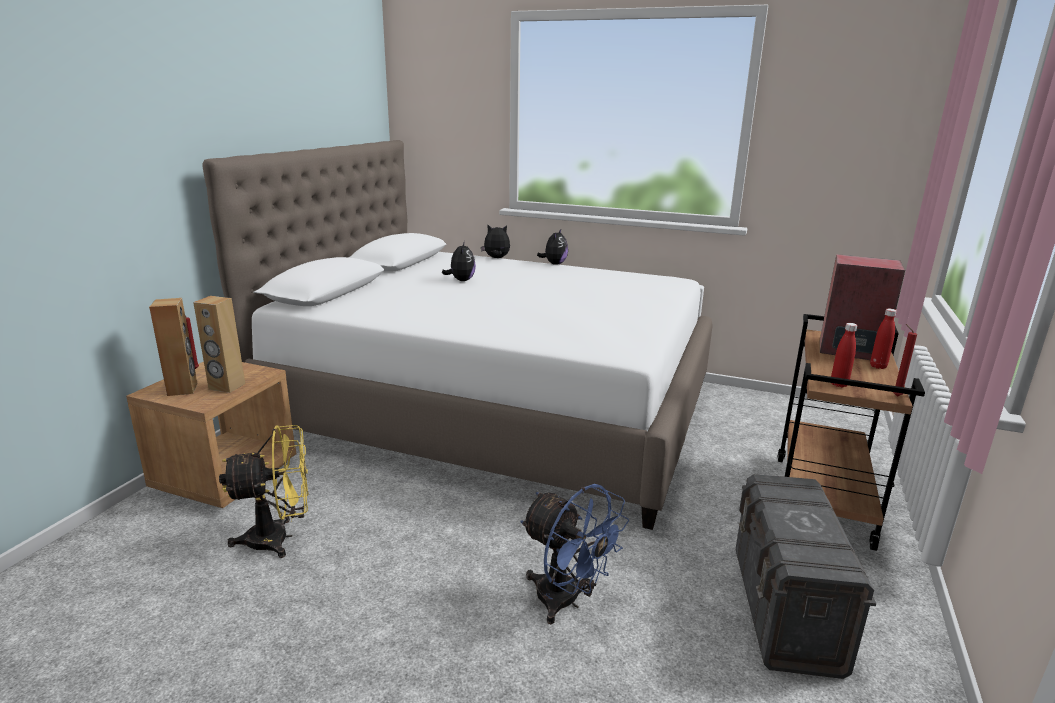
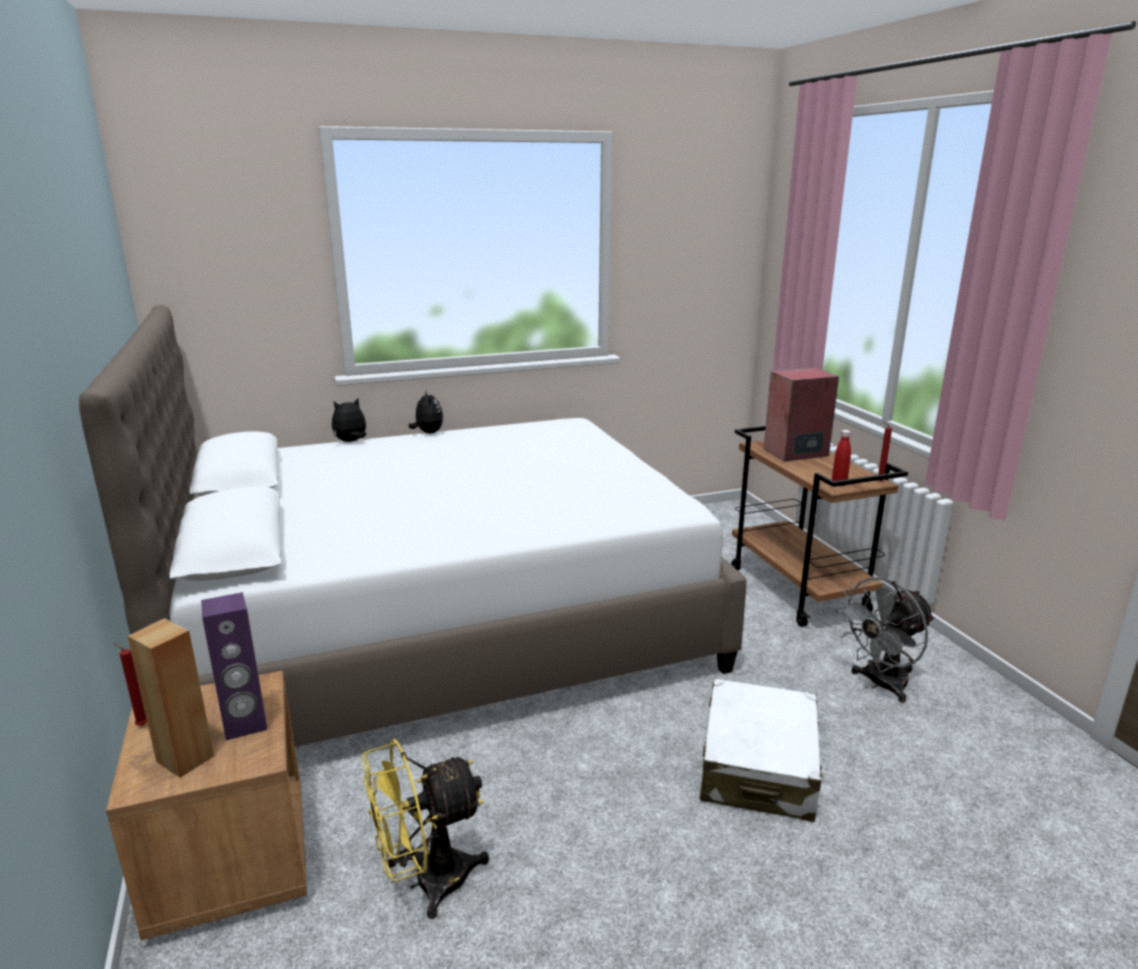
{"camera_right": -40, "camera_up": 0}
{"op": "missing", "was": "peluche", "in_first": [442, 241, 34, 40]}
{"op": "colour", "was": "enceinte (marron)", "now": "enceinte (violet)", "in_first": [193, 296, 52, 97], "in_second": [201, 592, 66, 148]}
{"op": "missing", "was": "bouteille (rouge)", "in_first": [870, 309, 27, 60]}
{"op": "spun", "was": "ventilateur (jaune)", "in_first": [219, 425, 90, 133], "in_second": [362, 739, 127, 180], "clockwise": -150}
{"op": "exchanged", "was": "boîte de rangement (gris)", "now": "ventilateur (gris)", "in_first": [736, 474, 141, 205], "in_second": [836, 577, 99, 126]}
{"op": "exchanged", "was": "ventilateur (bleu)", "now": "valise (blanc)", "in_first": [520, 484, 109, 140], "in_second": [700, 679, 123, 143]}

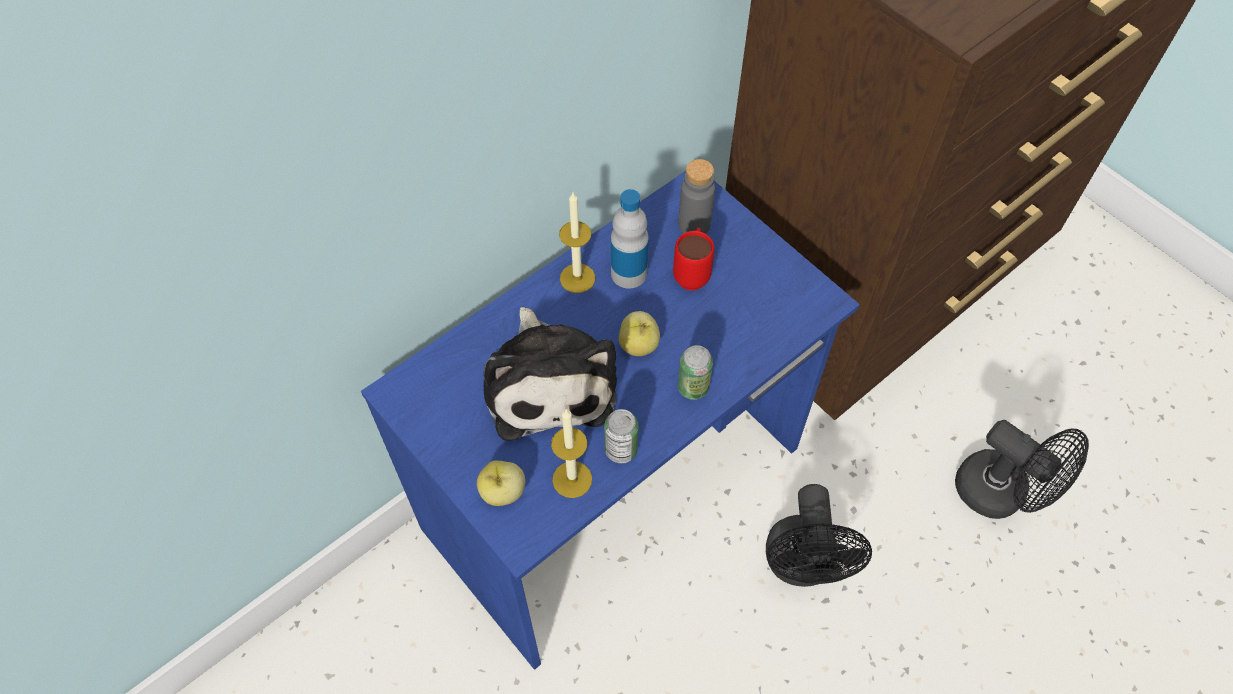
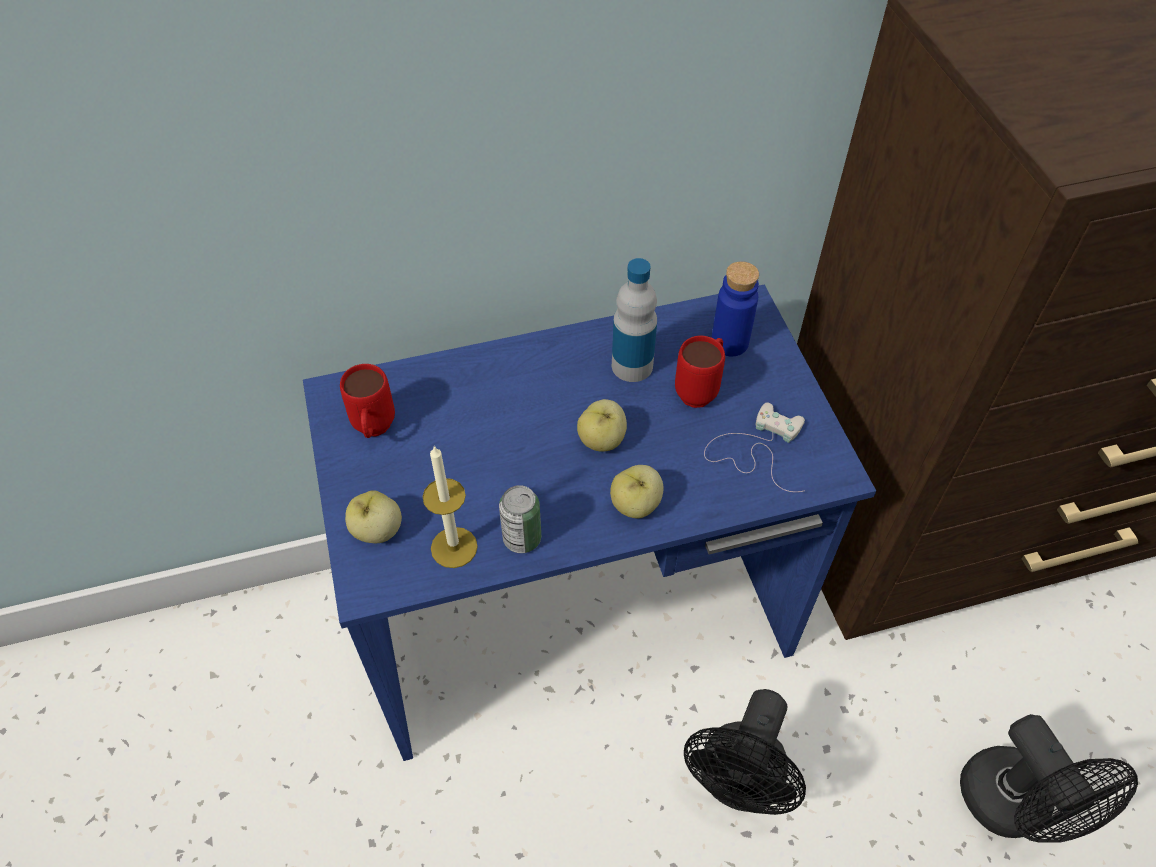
{"camera_right": 25, "camera_up": -5}
{"op": "colour", "was": "bouteille (gris)", "now": "bouteille (bleu)", "in_first": [678, 159, 37, 75], "in_second": [712, 261, 47, 95]}
{"op": "missing", "was": "bougie", "in_first": [559, 193, 36, 100]}
{"op": "missing", "was": "peluche", "in_first": [483, 307, 134, 134]}
{"op": "exchanged", "was": "boîte métallique", "now": "pomme", "in_first": [678, 345, 35, 55], "in_second": [610, 465, 53, 53]}
{"op": "appeared", "now": "mug (rouge)", "in_second": [340, 364, 55, 74]}
{"op": "appeared", "now": "manette (blanc)", "in_second": [704, 403, 101, 89]}

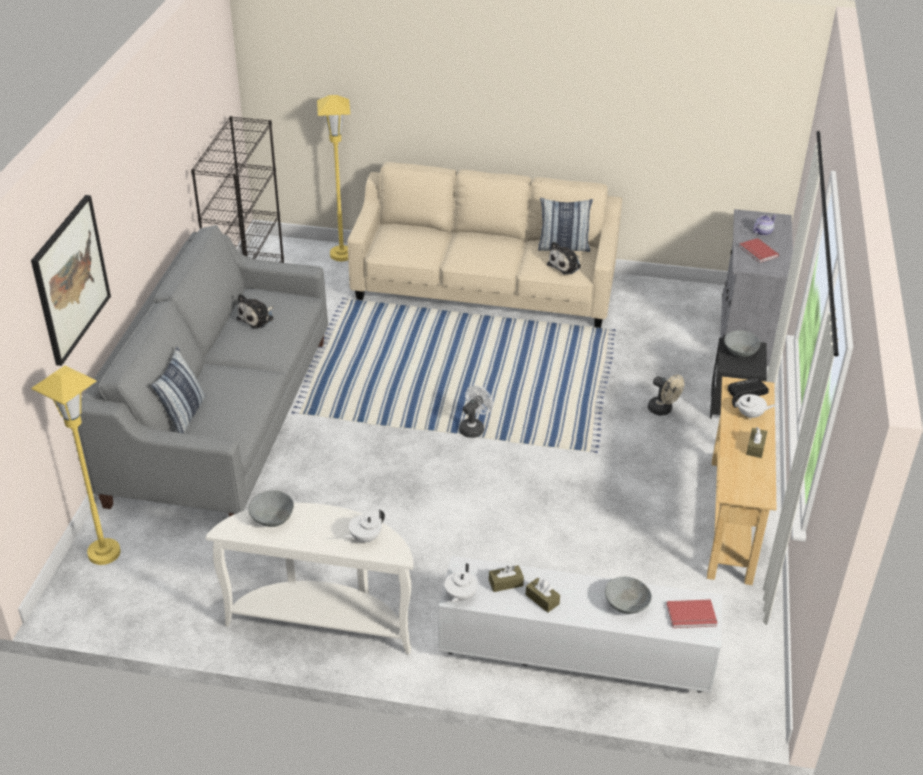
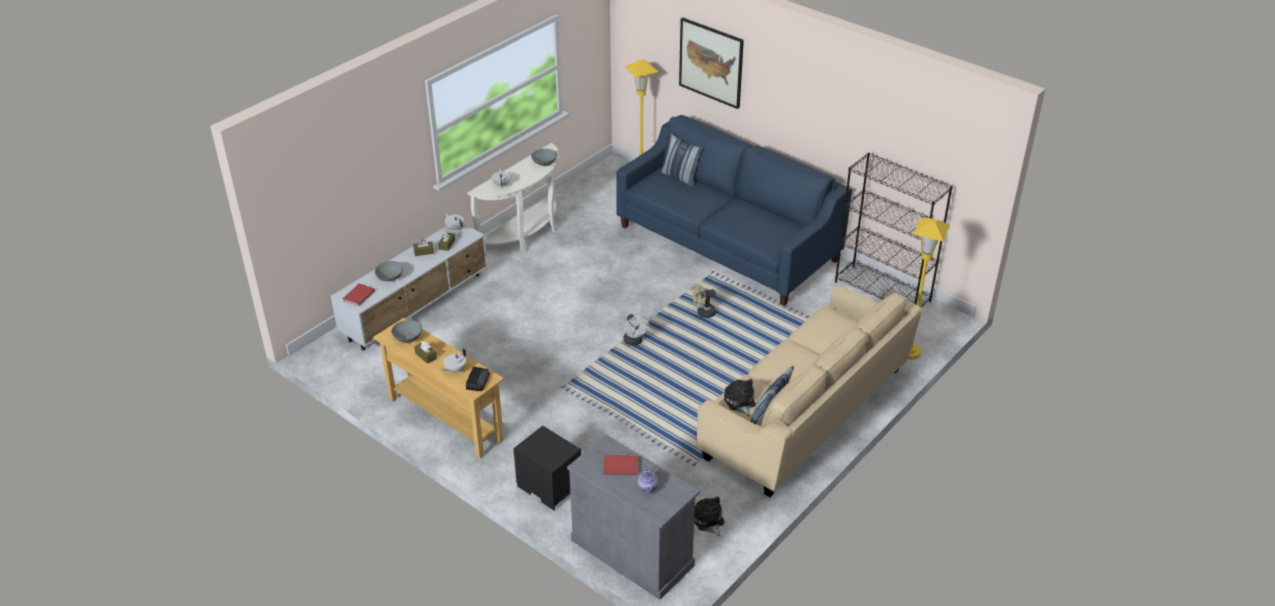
{"camera_right": 120, "camera_up": 0}
{"op": "colour", "was": "canapé (gris)", "now": "canapé (bleu)", "in_first": [78, 225, 250, 291], "in_second": [617, 115, 235, 191]}
{"op": "relocated", "was": "peluche", "in_first": [236, 294, 38, 35], "in_second": [694, 496, 31, 41]}
{"op": "relocated", "was": "bol (gris)", "in_first": [724, 330, 36, 27], "in_second": [391, 320, 31, 23]}
{"op": "relocated", "was": "ventilateur (beige)", "in_first": [648, 375, 36, 41], "in_second": [692, 283, 24, 35]}

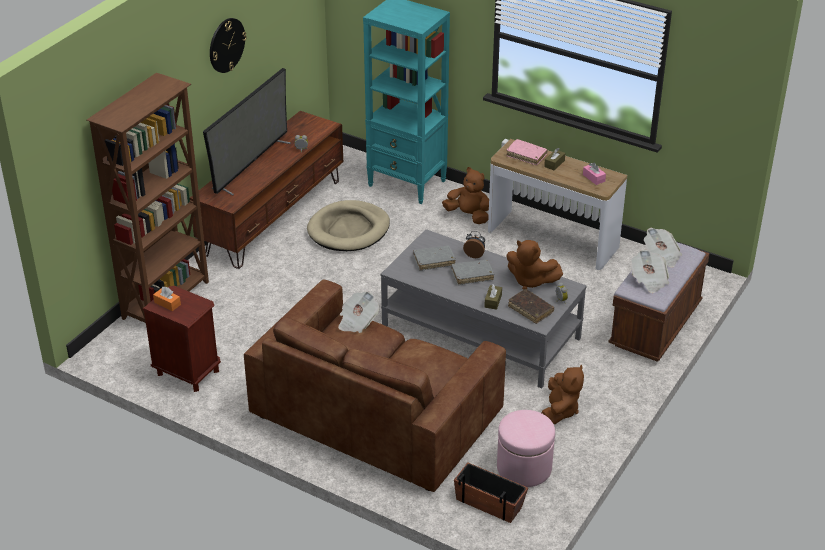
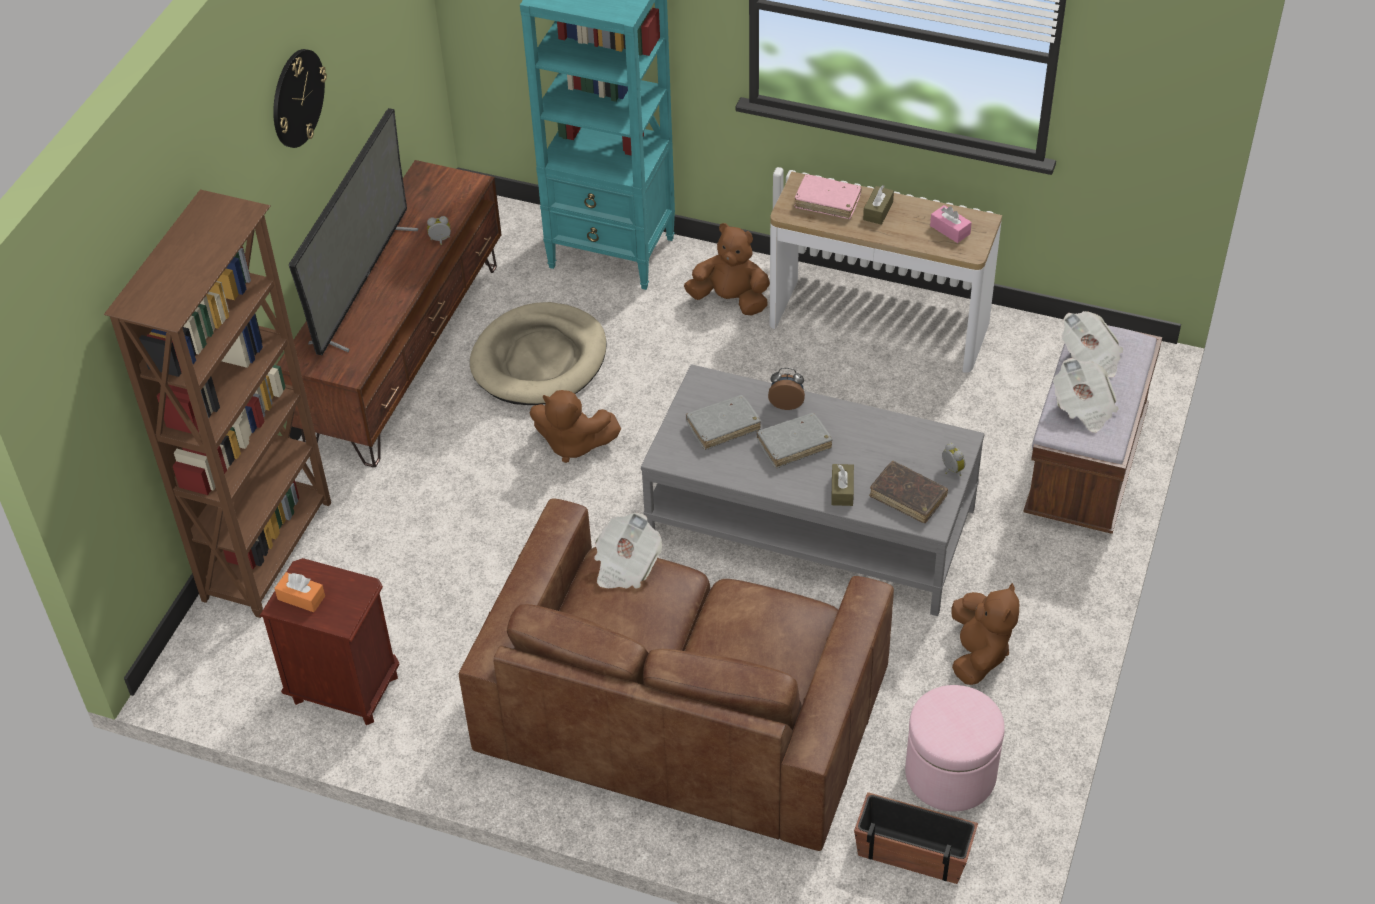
{"camera_right": -10, "camera_up": 10}
{"op": "relocated", "was": "peluche (marron)", "in_first": [506, 240, 57, 50], "in_second": [529, 390, 92, 73]}

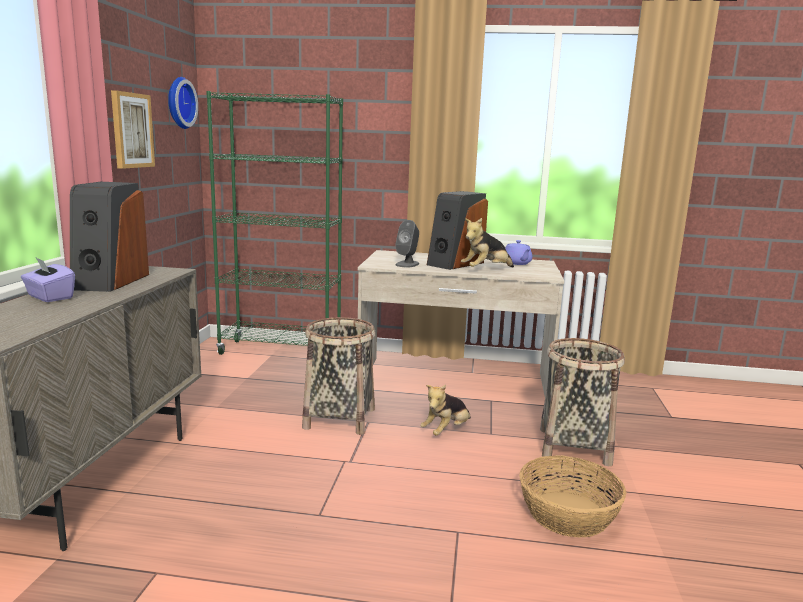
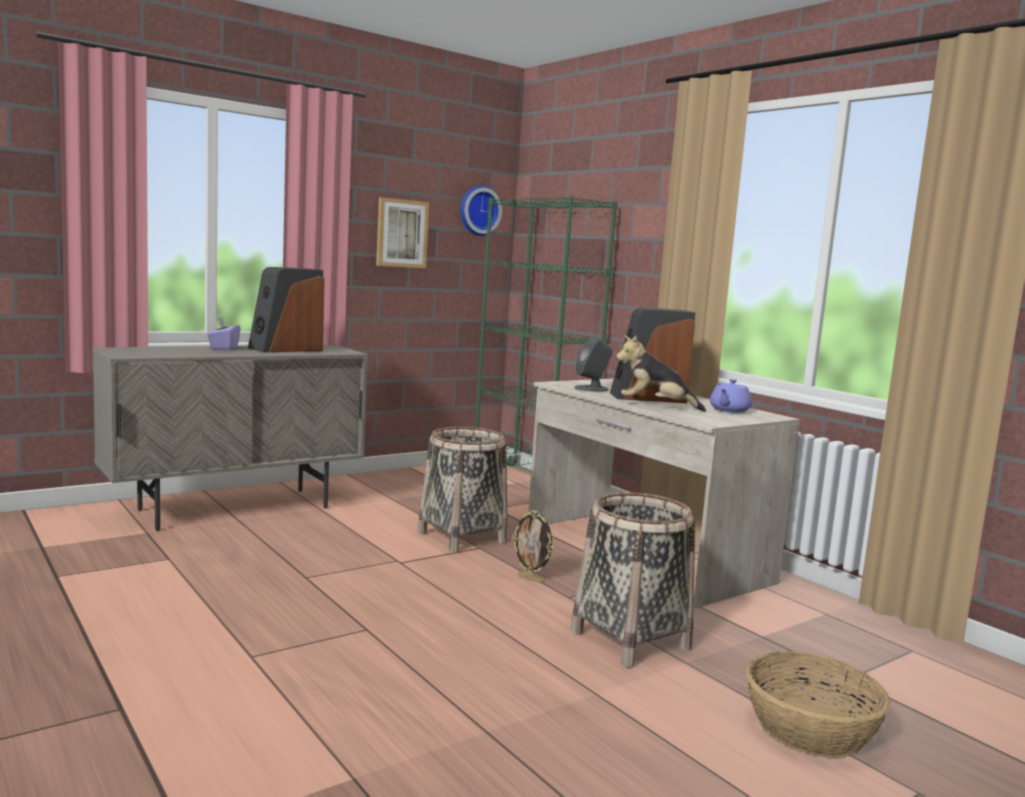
{"camera_right": 45, "camera_up": -5}
{"op": "exchanged", "was": "peluche", "now": "cadre photo", "in_first": [420, 384, 51, 51], "in_second": [512, 510, 42, 72]}
{"op": "relocated", "was": "panier", "in_first": [519, 455, 108, 83], "in_second": [746, 651, 144, 107]}

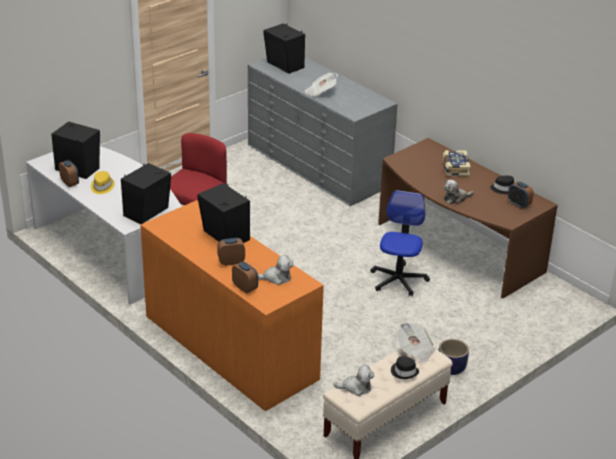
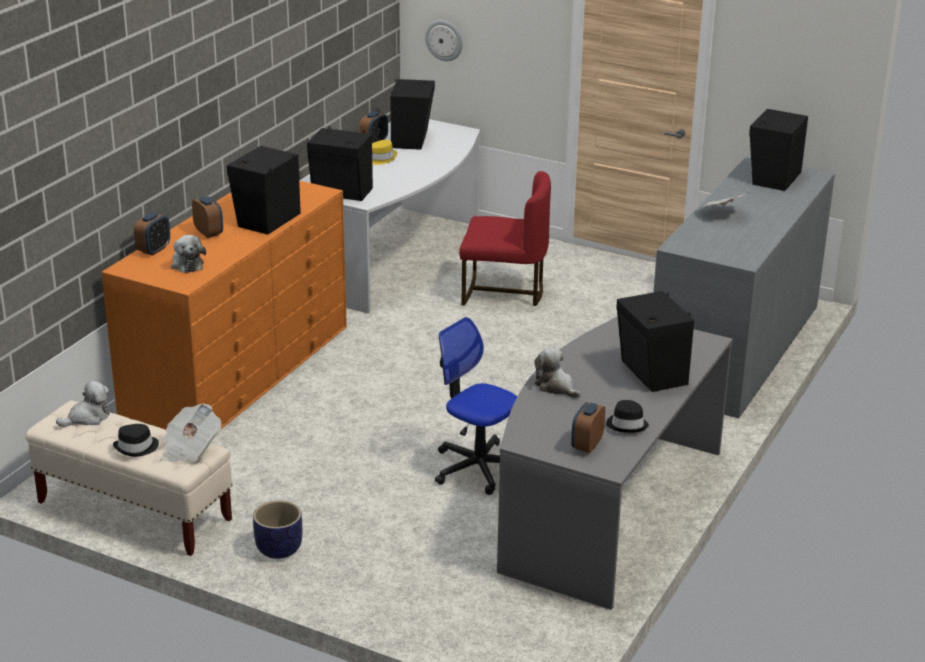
{"camera_right": 70, "camera_up": -5}
{"op": "colour", "was": "bureau (marron)", "now": "bureau (gris)", "in_first": [378, 138, 180, 161], "in_second": [497, 316, 236, 294]}
{"op": "exchanged", "was": "livre", "now": "enceinte (noir)", "in_first": [443, 150, 28, 27], "in_second": [616, 291, 78, 101]}
{"op": "spun", "was": "chaise de bureau", "in_first": [370, 190, 60, 106], "in_second": [435, 317, 82, 178], "clockwise": -135}
{"op": "spun", "was": "peluche", "in_first": [333, 365, 41, 31], "in_second": [56, 380, 54, 47], "clockwise": -105}
{"op": "appeared", "now": "horloge murale", "in_second": [425, 20, 38, 41]}

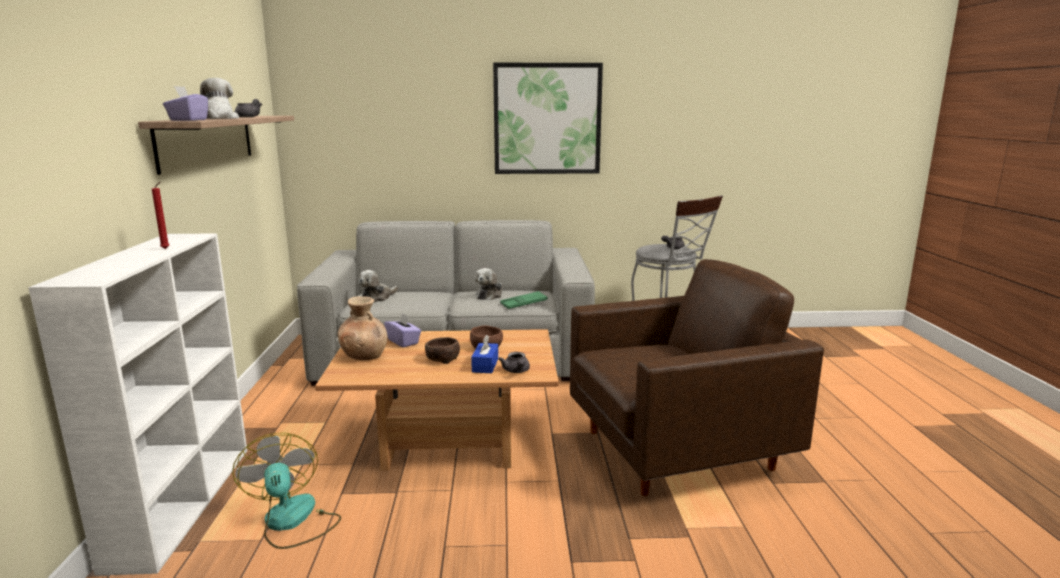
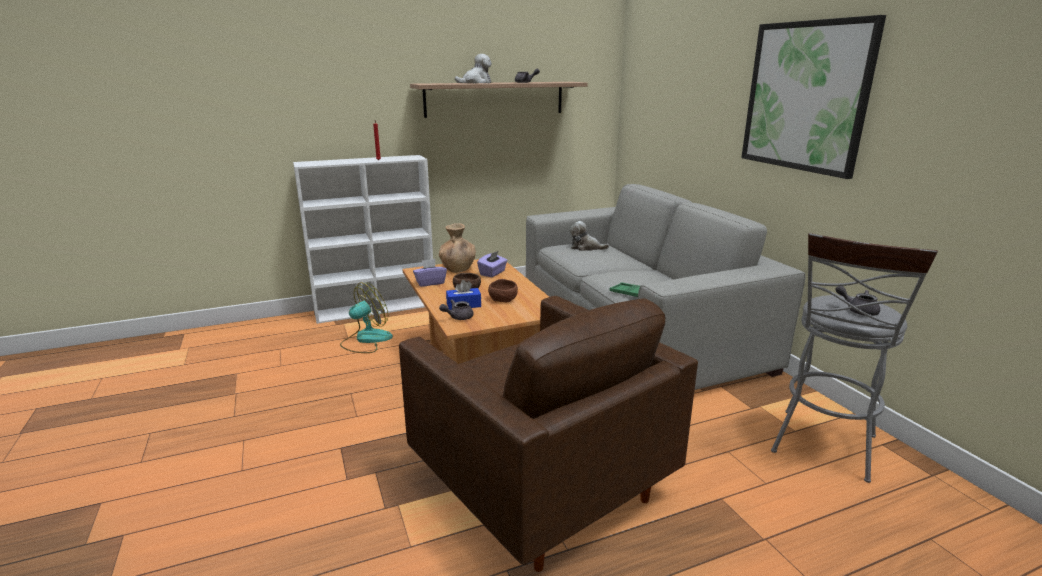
{"camera_right": 70, "camera_up": 5}
{"op": "relocated", "was": "boîte à mouchoirs (violet)", "in_first": [163, 86, 45, 35], "in_second": [413, 259, 34, 28]}
{"op": "missing", "was": "peluche", "in_first": [475, 268, 28, 32]}

